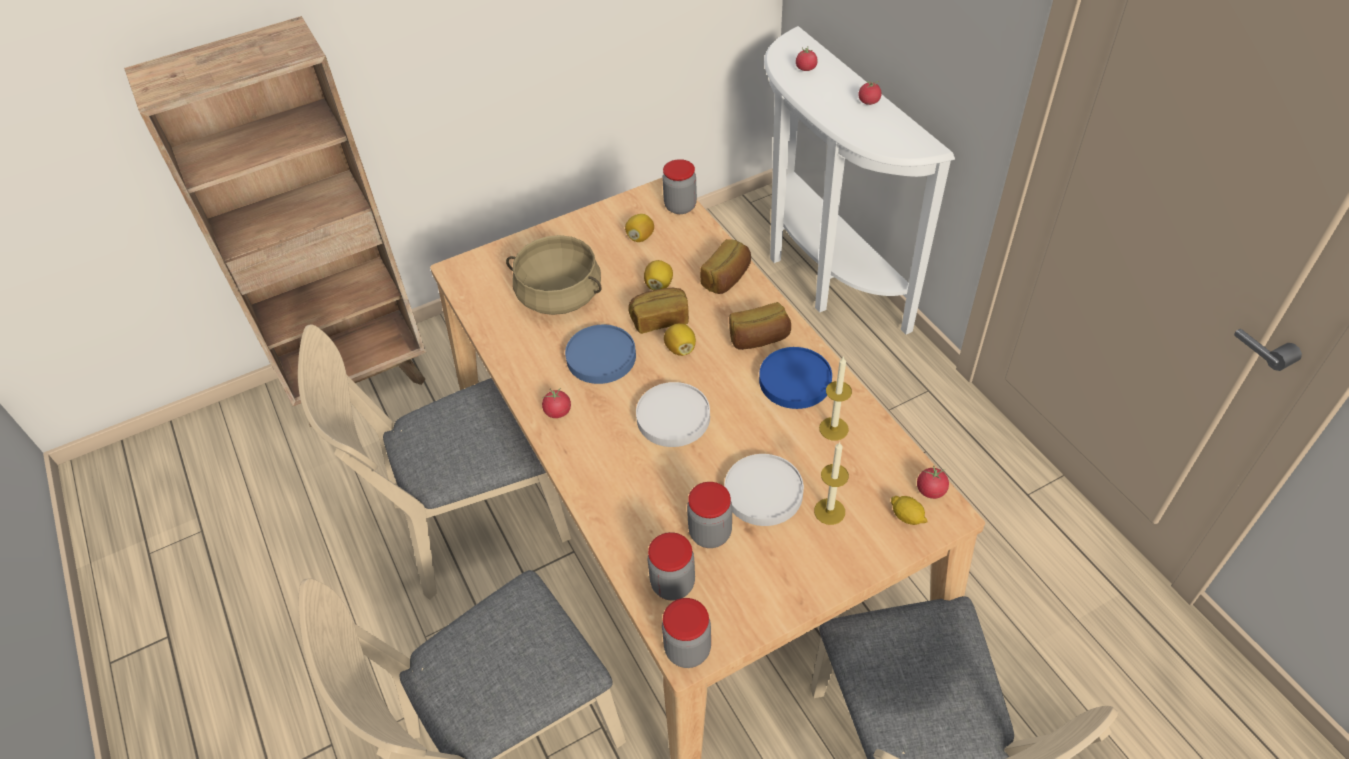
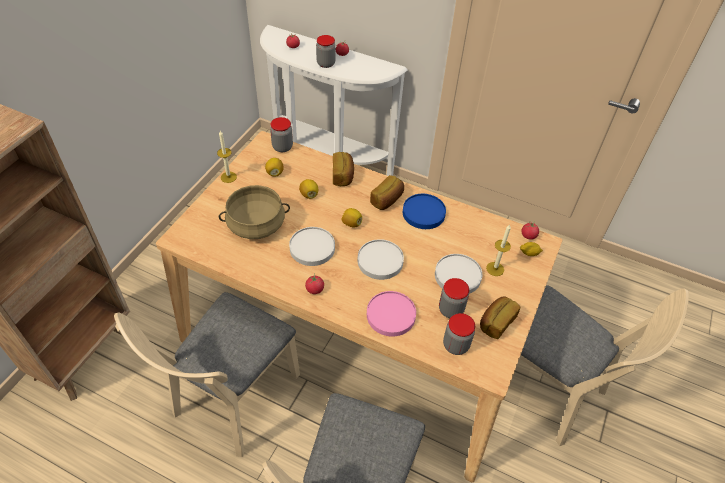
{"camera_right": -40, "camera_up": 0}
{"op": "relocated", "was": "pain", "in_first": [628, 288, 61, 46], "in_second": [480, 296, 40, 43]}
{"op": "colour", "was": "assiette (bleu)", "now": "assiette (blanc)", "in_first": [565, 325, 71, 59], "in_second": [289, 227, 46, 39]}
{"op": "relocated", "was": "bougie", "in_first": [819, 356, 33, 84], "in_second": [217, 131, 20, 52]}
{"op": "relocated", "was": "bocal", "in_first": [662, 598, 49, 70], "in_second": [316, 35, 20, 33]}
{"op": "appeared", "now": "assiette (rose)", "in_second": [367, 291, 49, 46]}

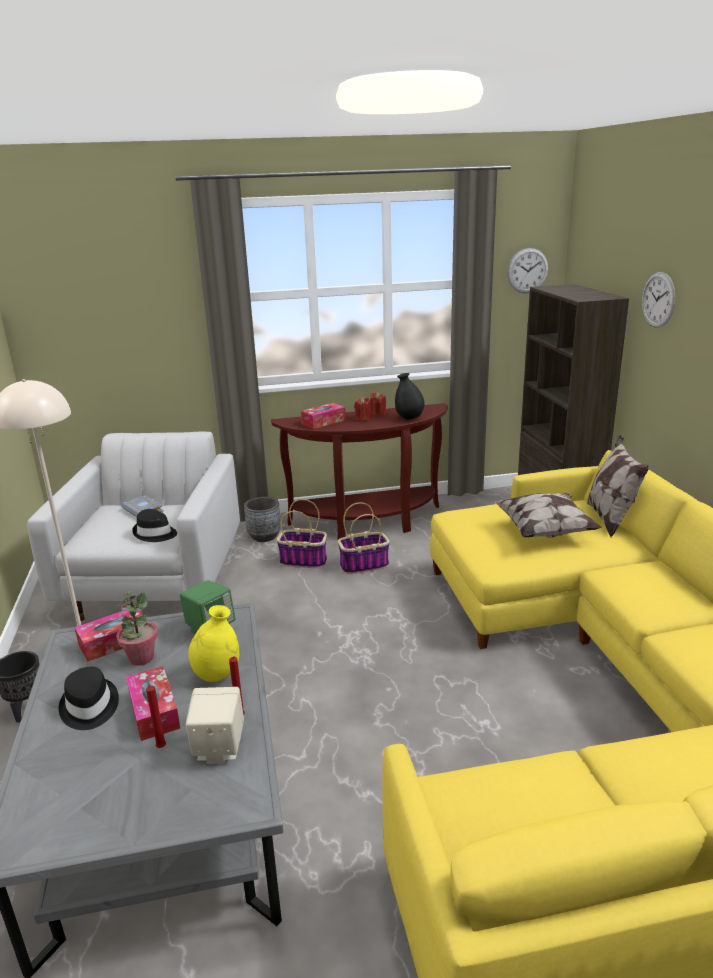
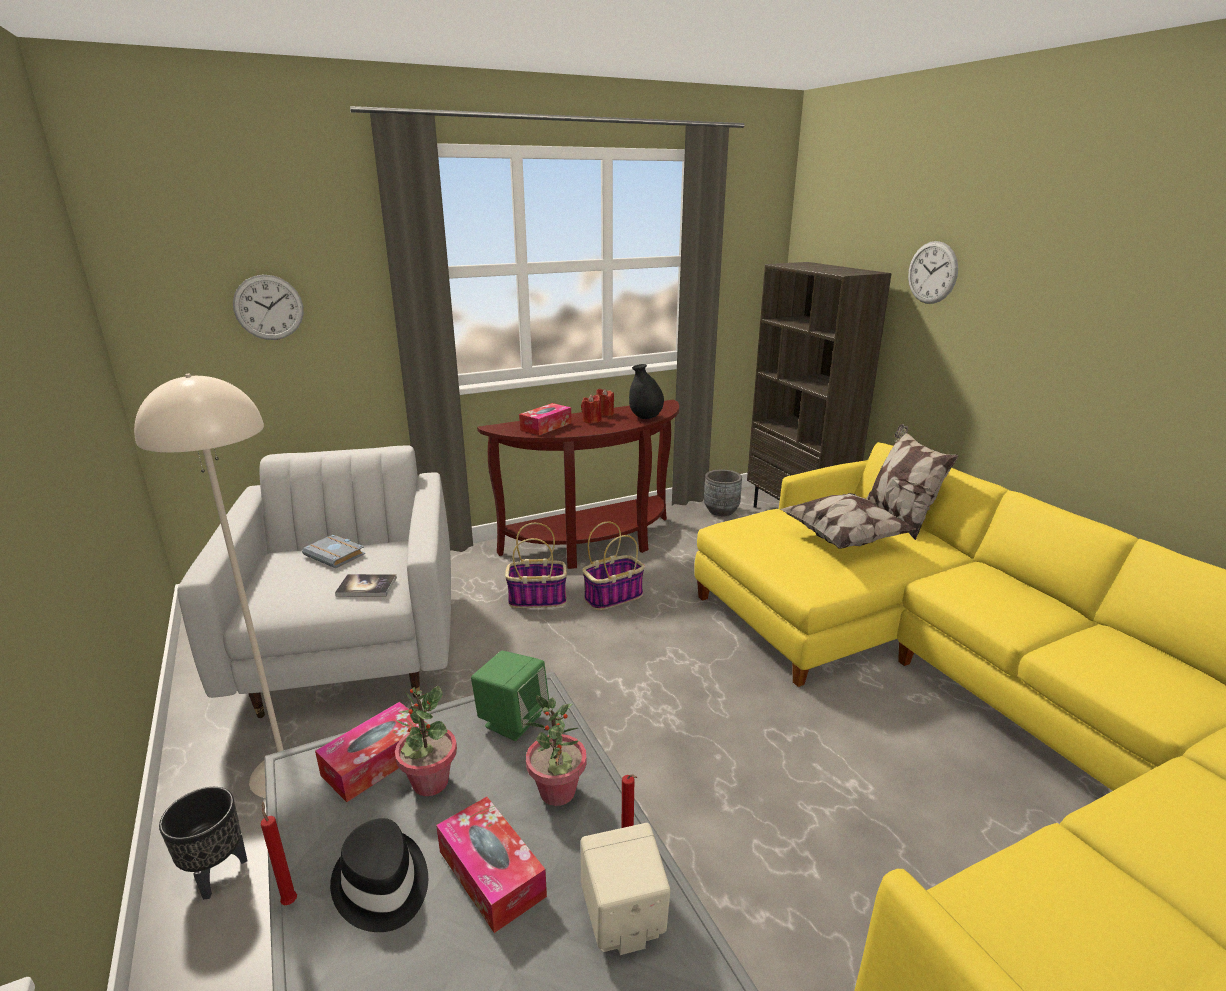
{"camera_right": -15, "camera_up": 0}
{"op": "relocated", "was": "horloge murale", "in_first": [507, 248, 41, 45], "in_second": [233, 275, 71, 65]}
{"op": "relocated", "was": "cache-pot (gris)", "in_first": [244, 497, 37, 45], "in_second": [704, 470, 38, 46]}
{"op": "exchanged", "was": "chapeau (noir)", "now": "livre", "in_first": [132, 509, 45, 33], "in_second": [335, 574, 62, 23]}
{"op": "exchanged", "was": "vase (jaune)", "now": "plante en pot", "in_first": [188, 605, 51, 77], "in_second": [523, 696, 64, 110]}
{"op": "relocated", "was": "bougie (rouge)", "in_first": [146, 676, 20, 72], "in_second": [261, 802, 36, 103]}

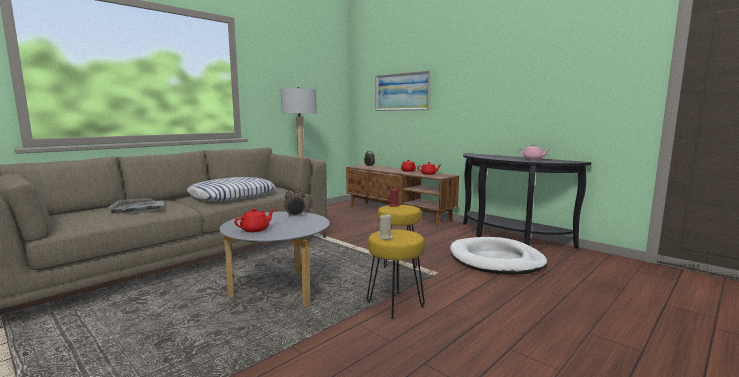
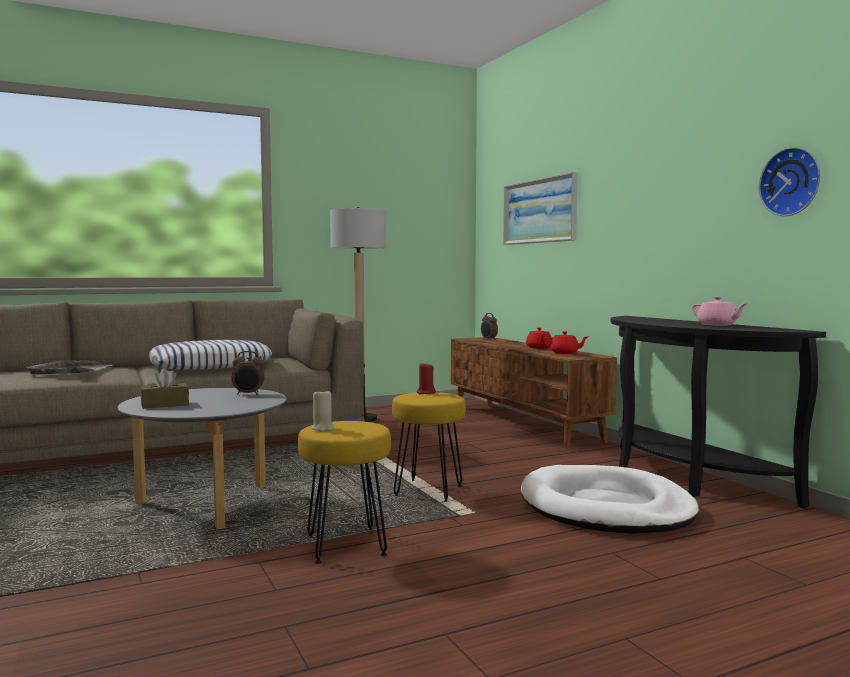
{"camera_right": 20, "camera_up": -5}
{"op": "exchanged", "was": "théière (rouge)", "now": "boîte à mouchoirs (marron)", "in_first": [234, 208, 41, 24], "in_second": [140, 368, 49, 41]}
{"op": "appeared", "now": "horloge murale", "in_second": [759, 147, 62, 69]}

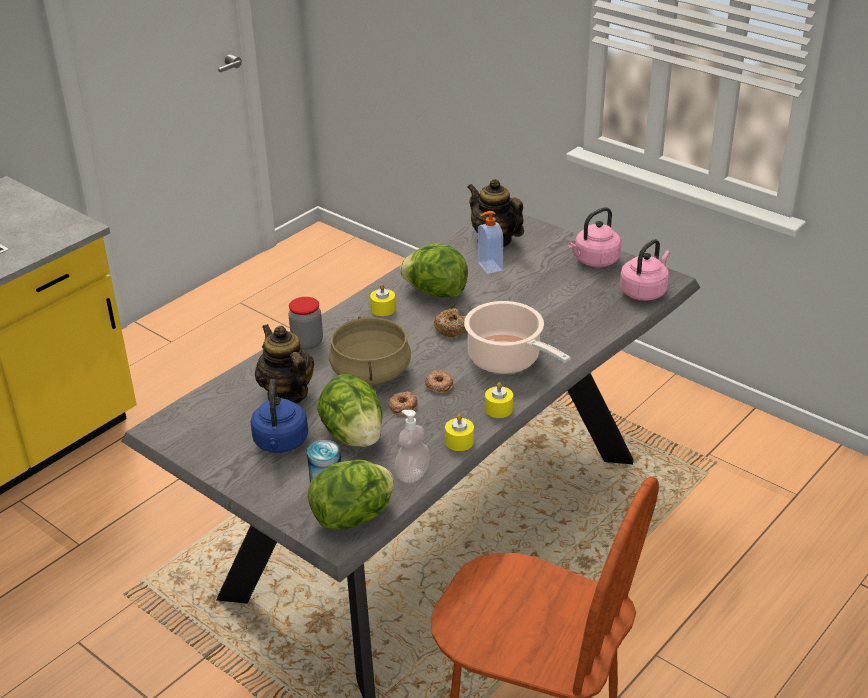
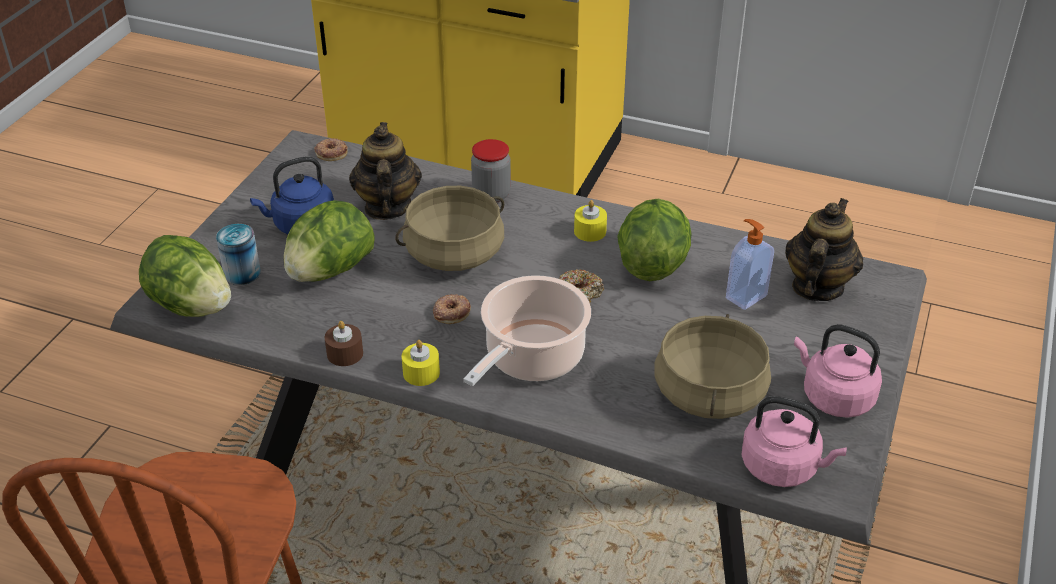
{"camera_right": 70, "camera_up": 5}
{"op": "spun", "was": "théière", "in_first": [255, 324, 59, 80], "in_second": [349, 122, 73, 98], "clockwise": -45}
{"op": "relocated", "was": "beignet", "in_first": [388, 392, 30, 23], "in_second": [314, 138, 34, 23]}
{"op": "missing", "was": "distributeur de savon", "in_first": [394, 410, 36, 73]}
{"op": "colour", "was": "bougie (jaune)", "now": "bougie (marron)", "in_first": [445, 414, 29, 37], "in_second": [325, 321, 38, 45]}
{"op": "appeared", "now": "marmite (beige)", "in_second": [654, 314, 117, 105]}

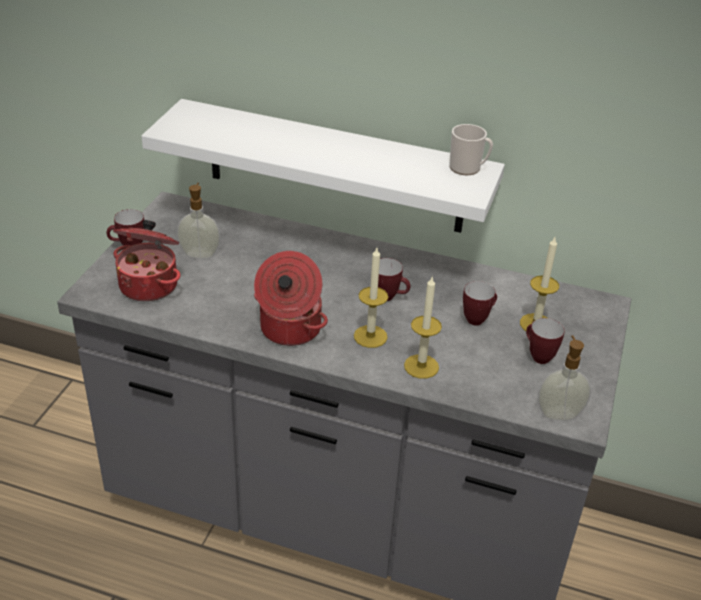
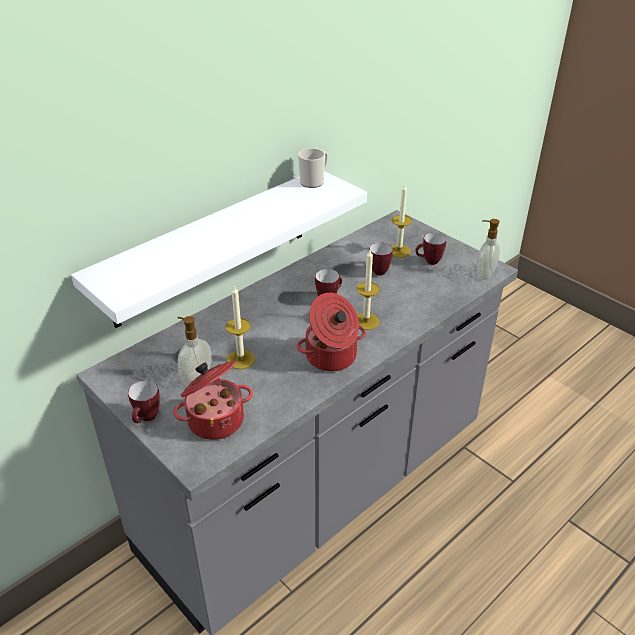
{"camera_right": -60, "camera_up": 0}
{"op": "relocated", "was": "bougie", "in_first": [404, 277, 38, 102], "in_second": [225, 285, 30, 84]}

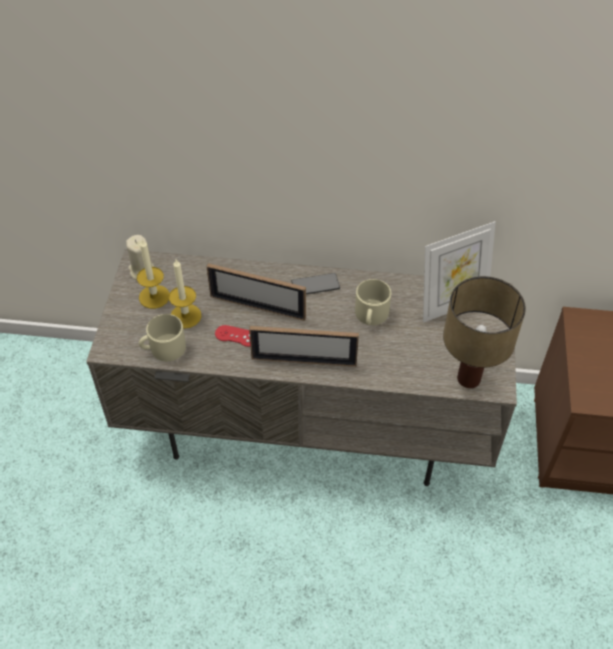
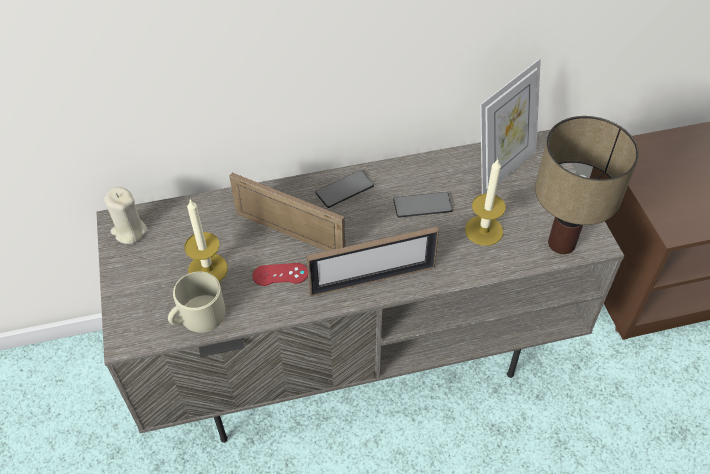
{"camera_right": -20, "camera_up": 0}
{"op": "relocated", "was": "bougie", "in_first": [137, 238, 33, 71], "in_second": [465, 159, 41, 87]}
{"op": "spun", "was": "cadre photo", "in_first": [206, 263, 100, 58], "in_second": [229, 173, 116, 78], "clockwise": -150}
{"op": "exchanged", "was": "mug (beige)", "now": "téléphone", "in_first": [355, 279, 36, 46], "in_second": [393, 192, 60, 26]}

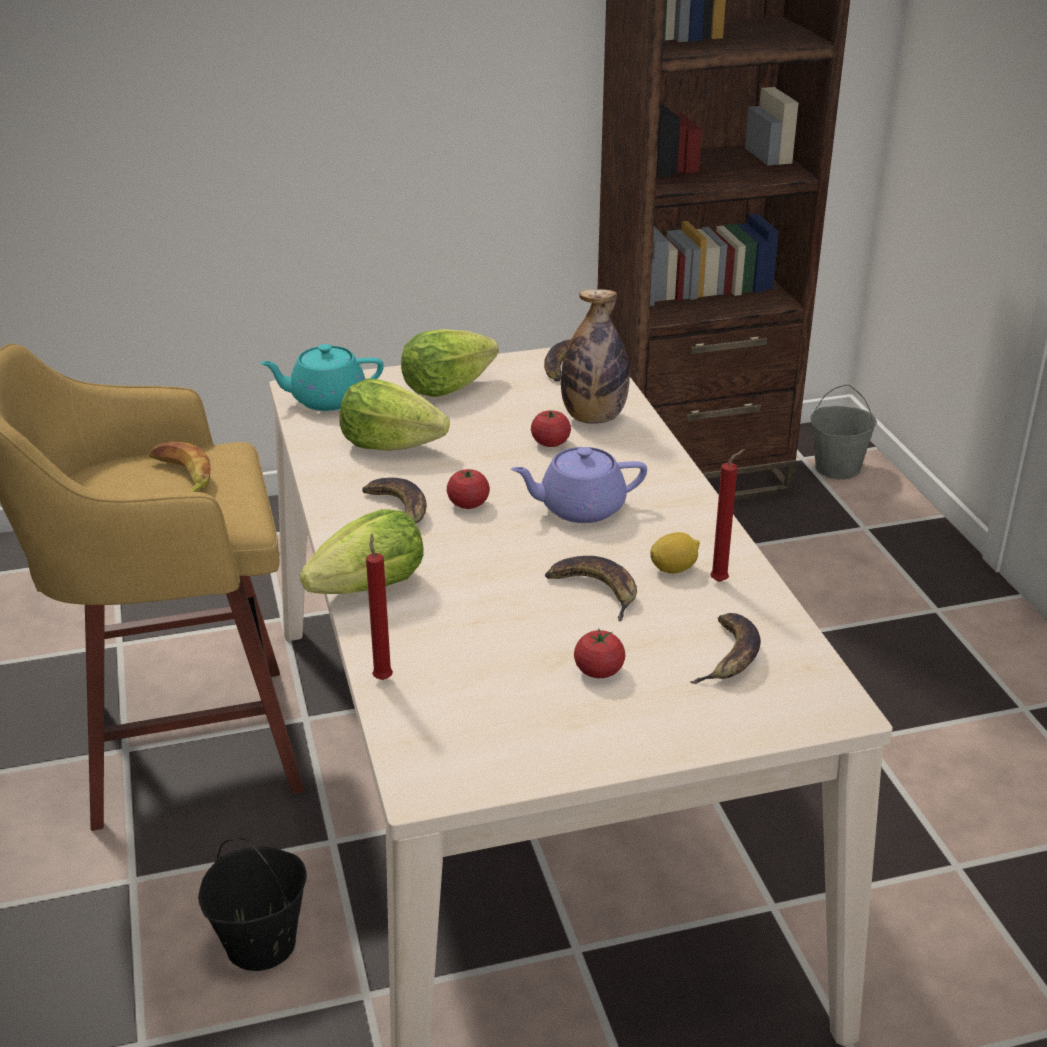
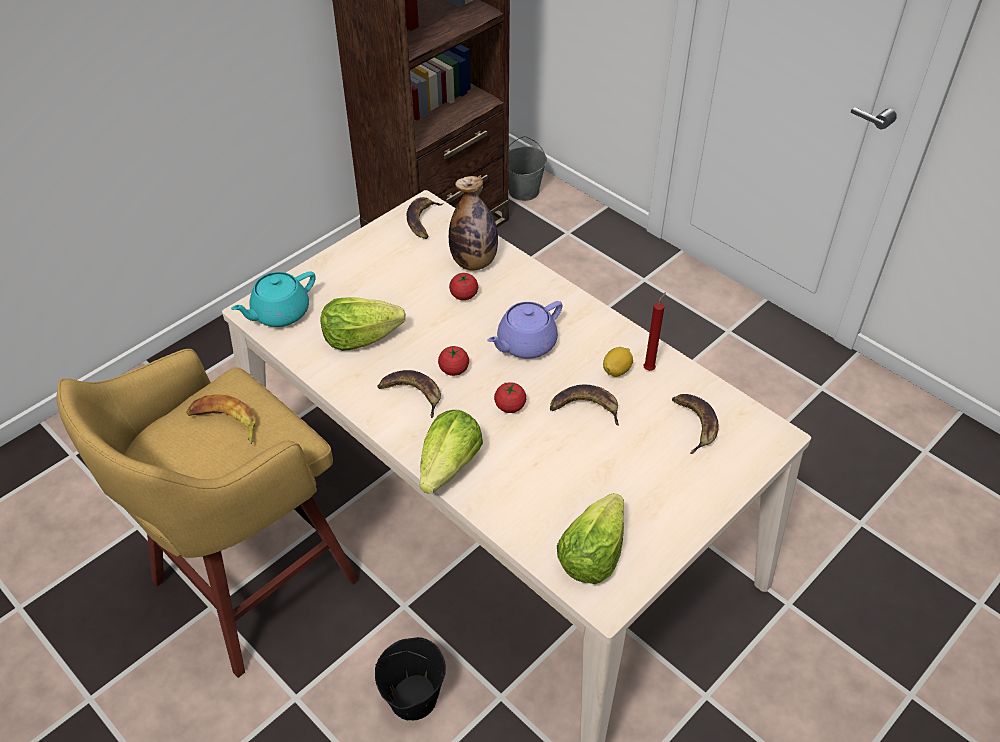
{"camera_right": -30, "camera_up": 15}
{"op": "relocated", "was": "laitue", "in_first": [401, 329, 98, 68], "in_second": [557, 493, 67, 91]}
{"op": "missing", "was": "bougie (rouge)", "in_first": [366, 533, 27, 147]}
{"op": "relocated", "was": "tomate", "in_first": [574, 629, 51, 49], "in_second": [494, 382, 32, 31]}

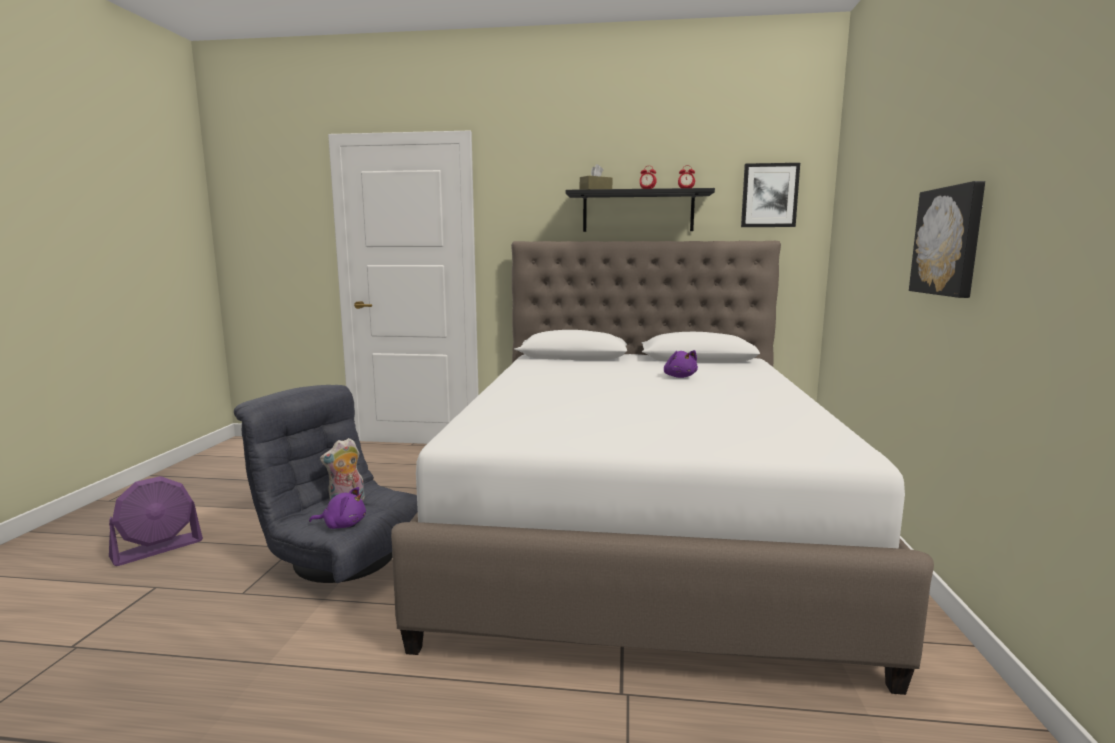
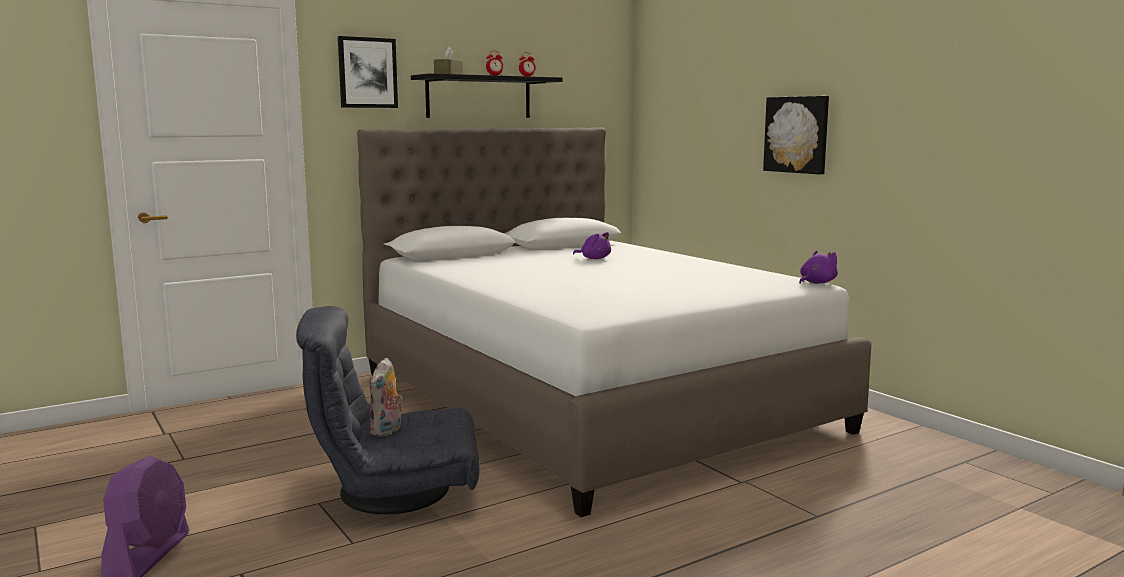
{"camera_right": -40, "camera_up": 0}
{"op": "relocated", "was": "tableau", "in_first": [741, 163, 59, 64], "in_second": [338, 36, 60, 72]}
{"op": "relocated", "was": "peluche (violet)", "in_first": [309, 487, 57, 42], "in_second": [799, 250, 39, 34]}

